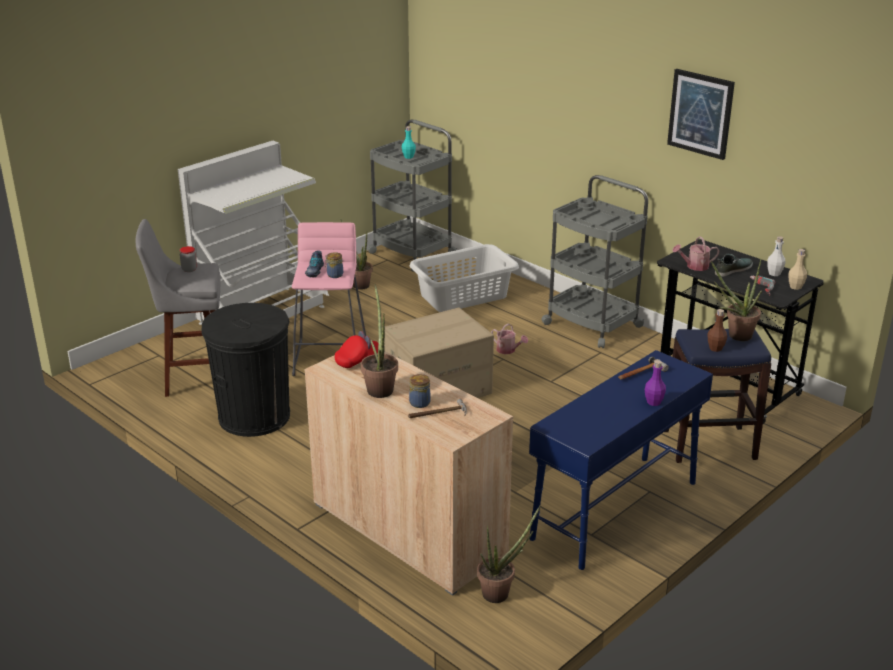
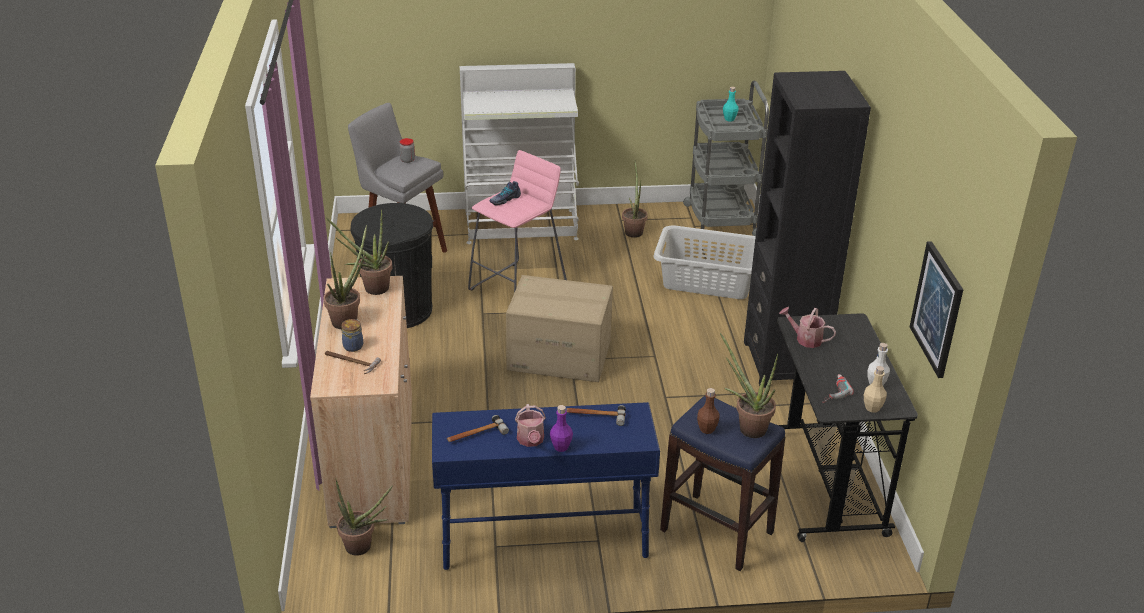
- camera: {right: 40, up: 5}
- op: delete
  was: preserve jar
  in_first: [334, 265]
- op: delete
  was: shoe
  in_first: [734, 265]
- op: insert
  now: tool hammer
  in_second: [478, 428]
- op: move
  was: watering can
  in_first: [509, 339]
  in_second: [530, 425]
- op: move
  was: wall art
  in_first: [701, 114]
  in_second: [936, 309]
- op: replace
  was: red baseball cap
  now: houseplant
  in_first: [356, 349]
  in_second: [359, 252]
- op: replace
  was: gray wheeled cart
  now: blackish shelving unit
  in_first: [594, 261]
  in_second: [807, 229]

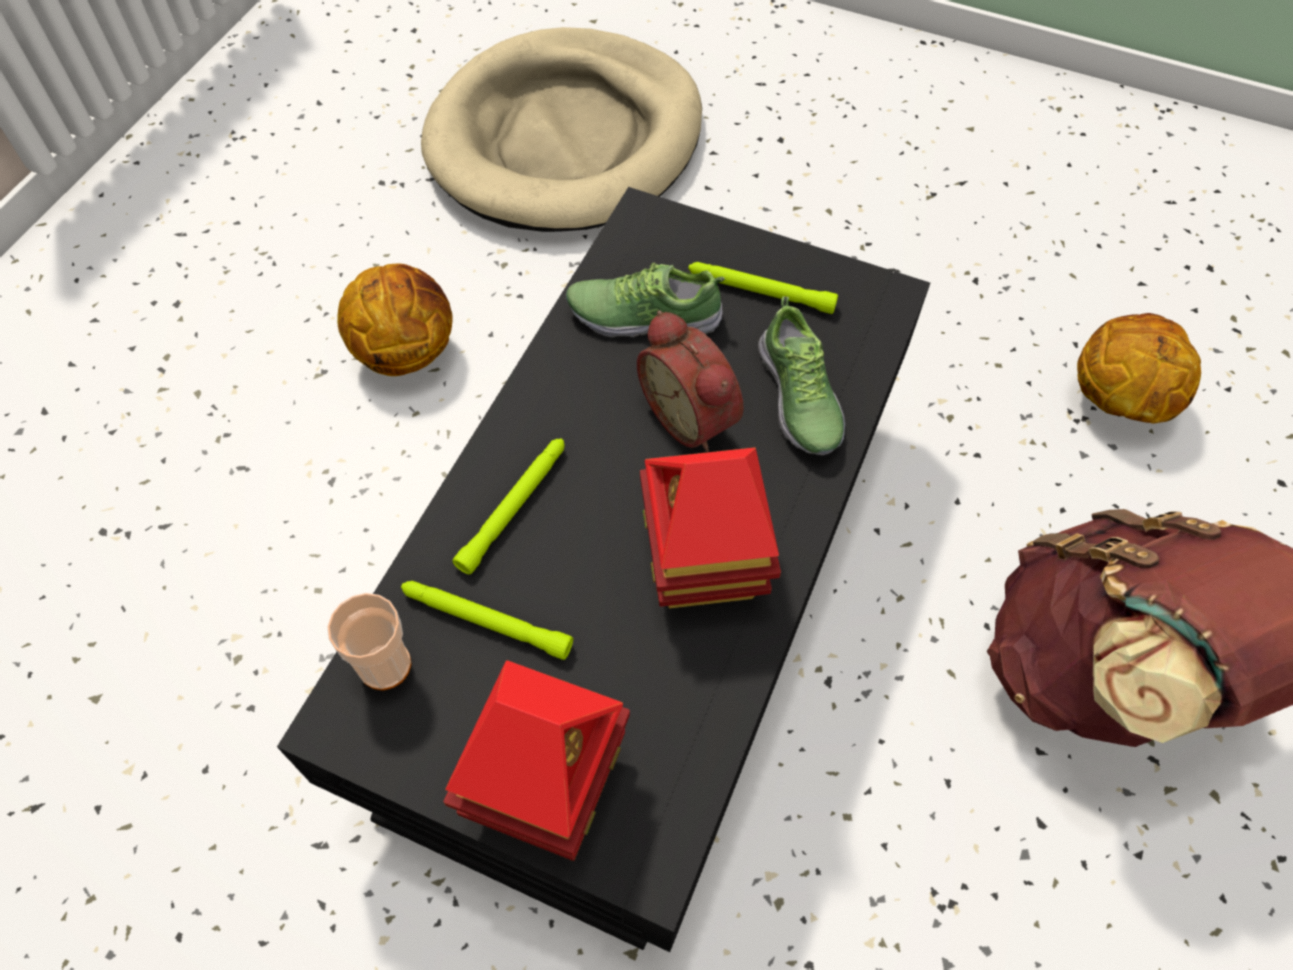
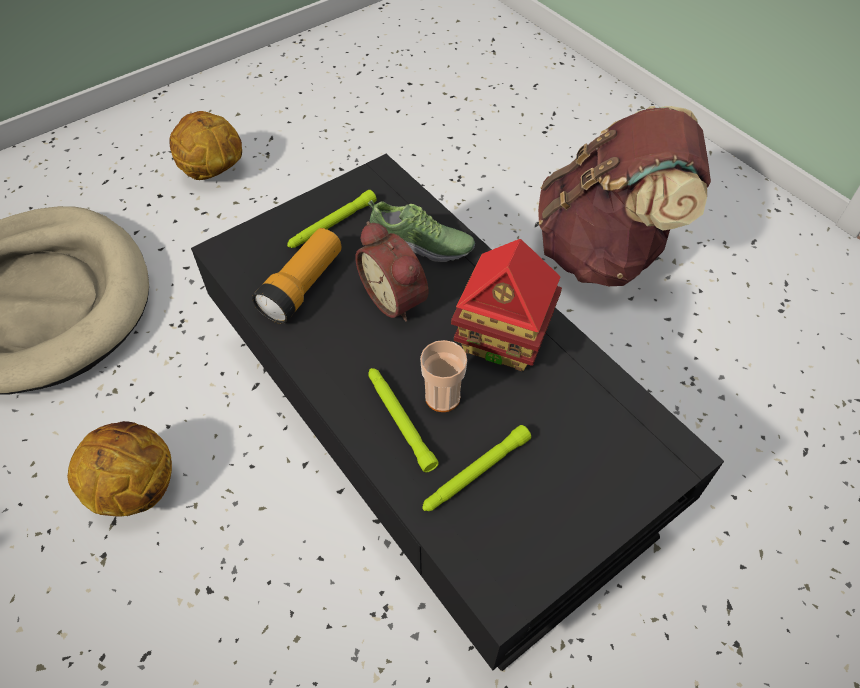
- camera: {right: -60, up: -5}
- op: delete
  was: miniature house
  in_first: [536, 760]
- op: move
  was: cup
  in_first: [369, 641]
  in_second: [443, 376]
- op: move
  was: ball for basketball
  in_first: [1139, 368]
  in_second: [205, 145]
- op: replace
  was: shoe
  now: flashlight
  in_first: [645, 300]
  in_second: [297, 276]
- op: rotate
  was: bedside clock
  in_first: [690, 381]
  in_second: [391, 271]
  clockwise: 60

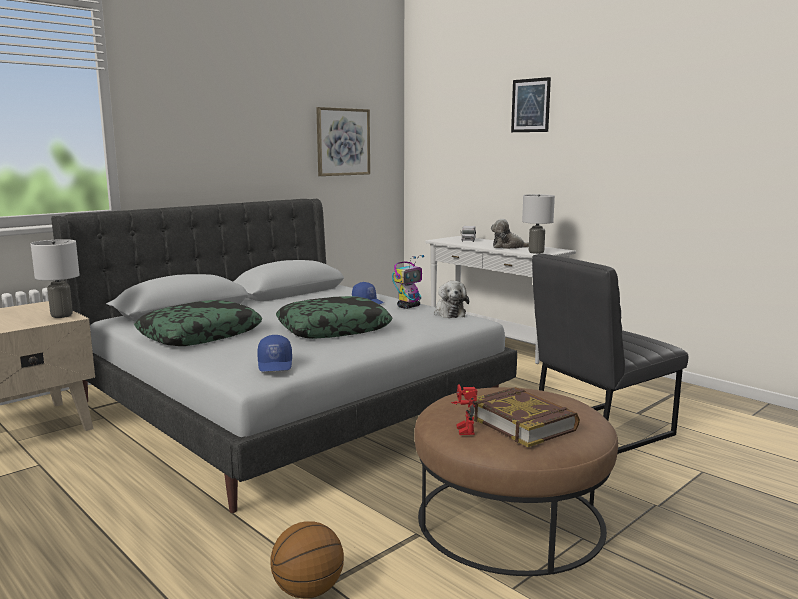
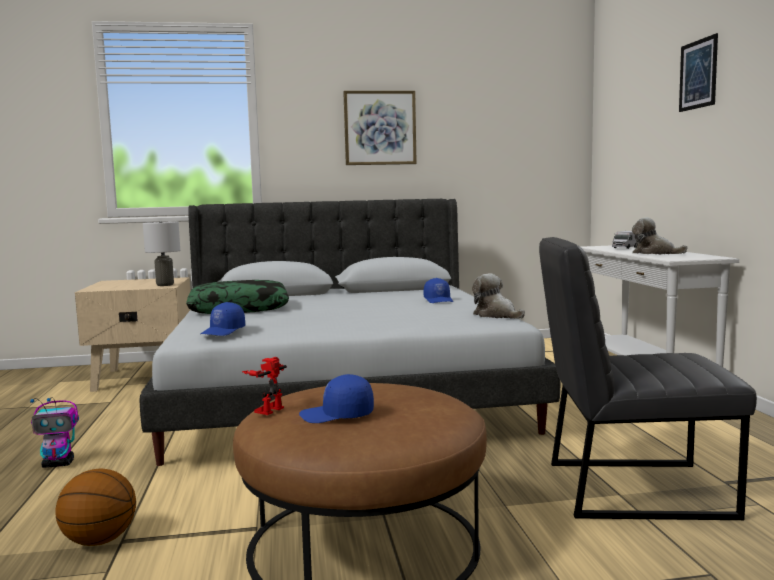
- camera: {right: 35, up: -5}
- op: delete
  was: cushion
  in_first: [334, 317]
- op: delete
  was: white tabletop lamp
  in_first: [538, 224]
- op: move
  was: wall art
  in_first: [343, 141]
  in_second: [380, 128]
- op: move
  was: robot figure
  in_first: [408, 282]
  in_second: [54, 432]
- op: replace
  was: book
  now: blue-coloured baseball cap
  in_first: [526, 417]
  in_second: [336, 398]
- op: rotate
  was: plush toy
  in_first: [451, 299]
  in_second: [498, 296]
  clockwise: 120

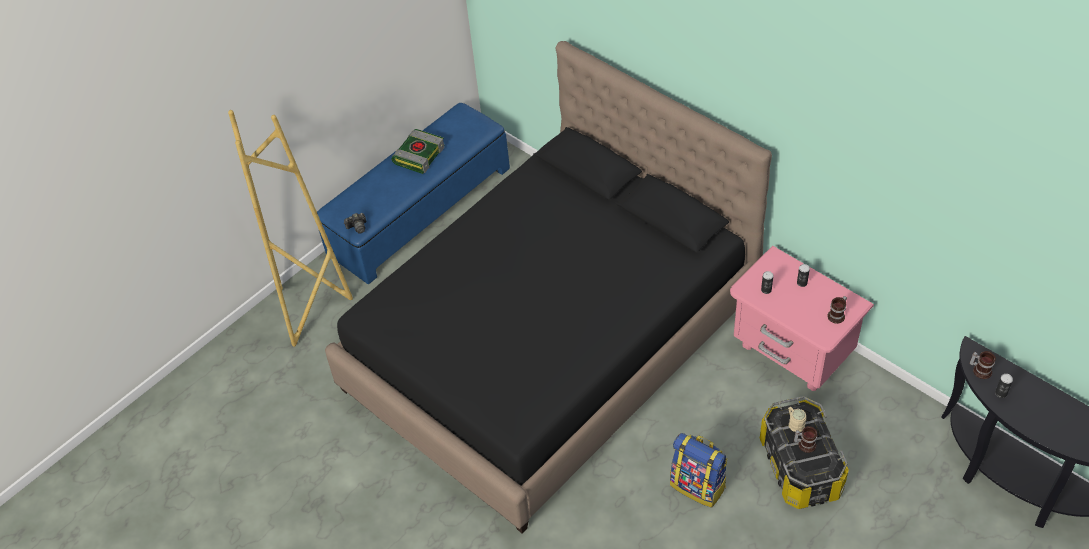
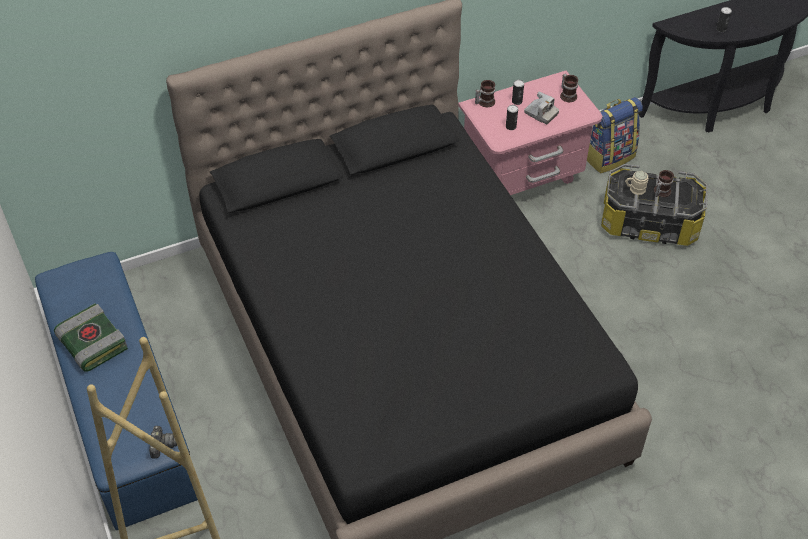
- camera: {right: -70, up: 0}
- op: insert
  now: photo camera
  in_second: [541, 108]
- op: move
  was: backpack
  in_first: [699, 470]
  in_second: [615, 135]
- op: move
  was: coffee mug
  in_first: [982, 365]
  in_second: [485, 93]

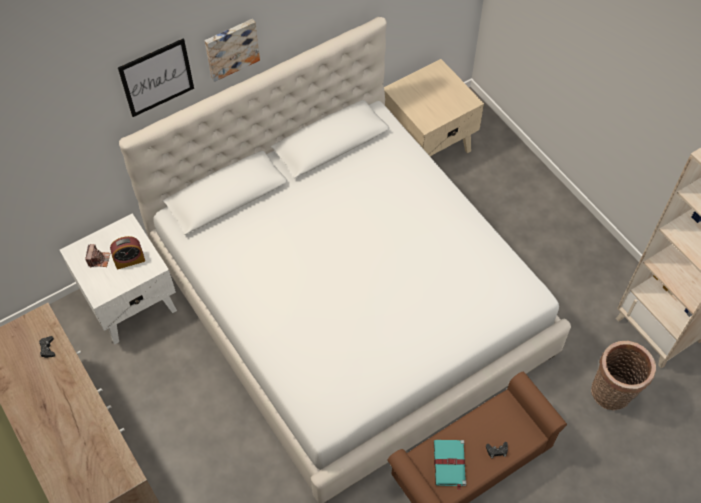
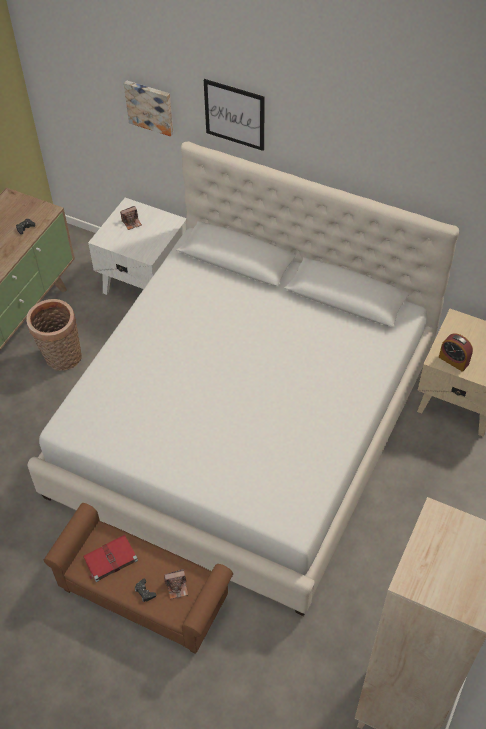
- camera: {right: 60, up: -5}
- op: insert
  now: photo camera
  in_second: [176, 584]
- op: move
  was: bedside clock
  in_first: [127, 252]
  in_second: [456, 353]
- op: move
  was: wall art
  in_first: [232, 50]
  in_second: [148, 108]
- op: move
  was: basket
  in_first: [623, 375]
  in_second: [54, 334]
- op: recolor
  was: turquoise-coloured book
  now: red book
  in_first: [450, 465]
  in_second: [110, 558]

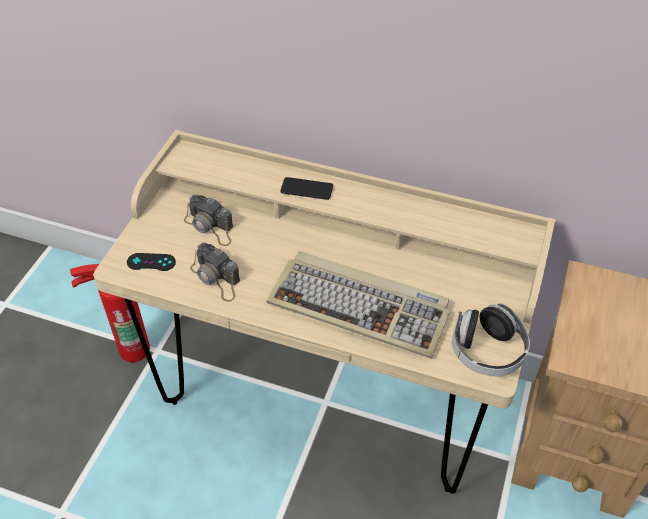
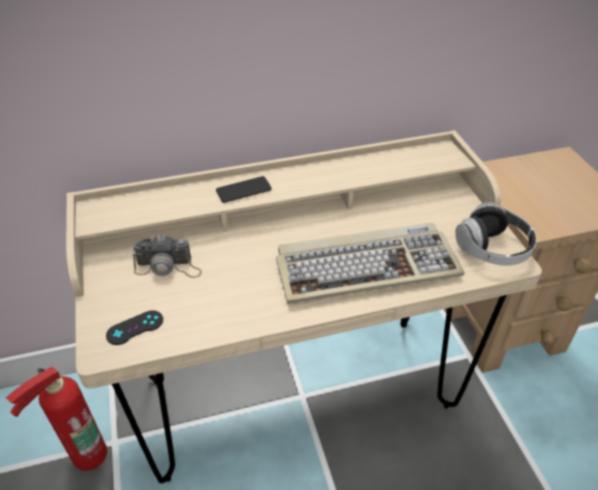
- camera: {right: -35, up: -5}
- op: delete
  was: photo camera
  in_first: [215, 272]

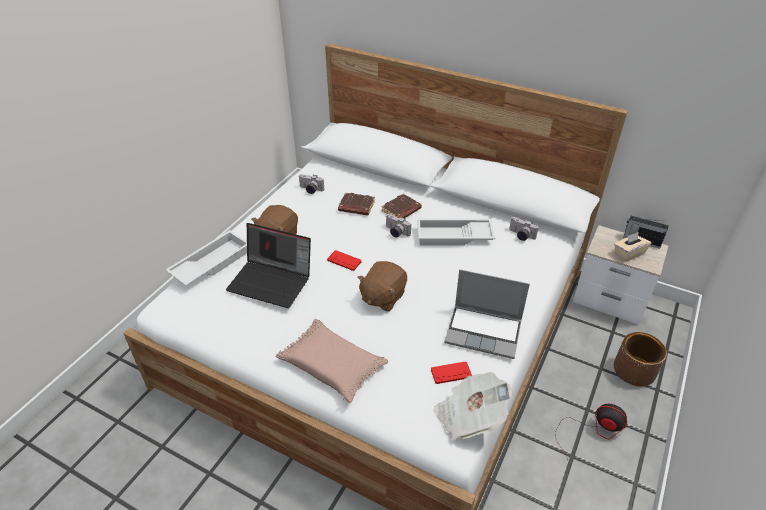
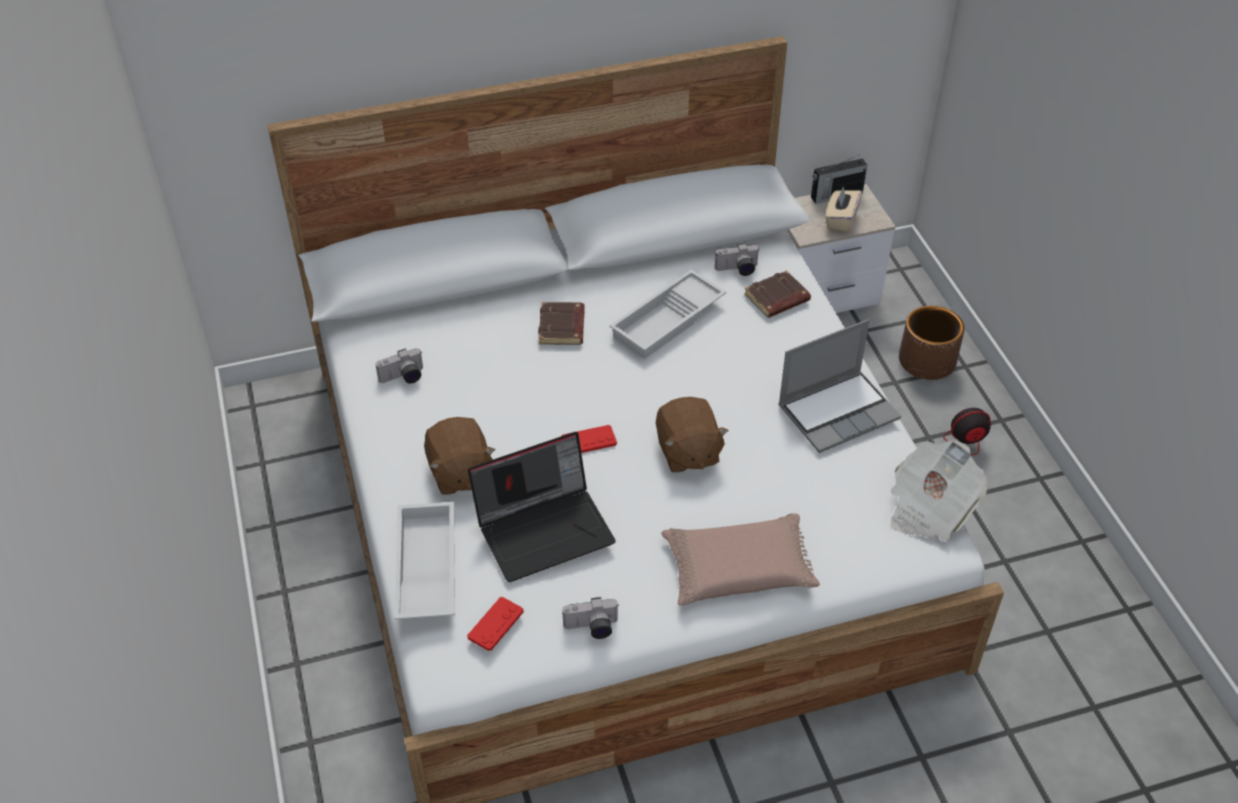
- camera: {right: -45, up: 5}
- op: move
  was: brown book
  in_first: [356, 204]
  in_second: [777, 294]
- op: move
  was: photo camera
  in_first: [398, 226]
  in_second: [590, 618]
- op: move
  was: red game controller
  in_first: [451, 372]
  in_second: [495, 624]

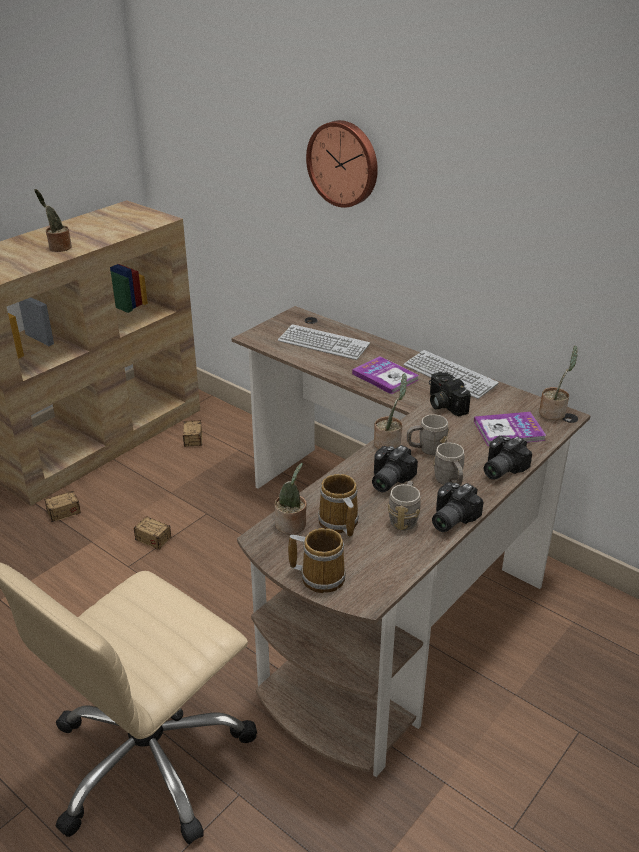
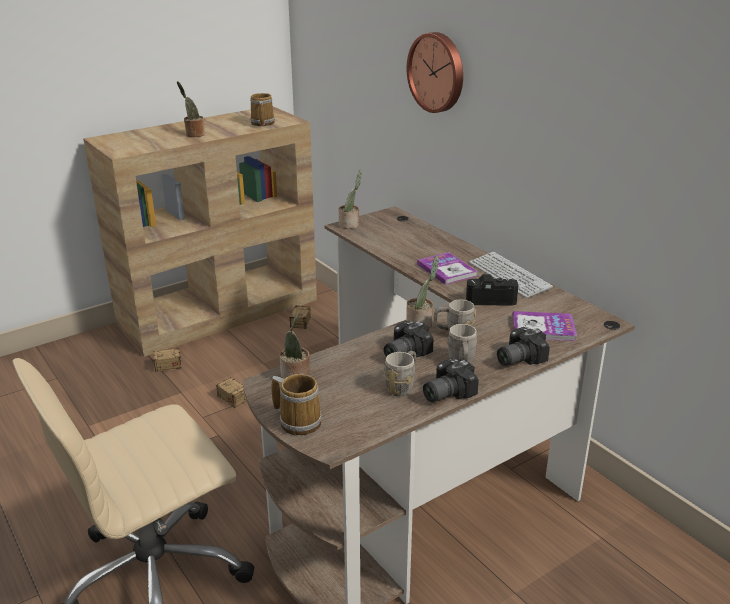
- camera: {right: 15, up: -5}
- op: delete
  was: computer keyboard
  in_first: [324, 342]
- op: move
  was: coffee mug
  in_first: [338, 505]
  in_second: [262, 109]
- op: move
  was: houseplant
  in_first: [558, 383]
  in_second: [350, 199]
- op: rotate
  was: photo camera
  in_first: [450, 394]
  in_second: [492, 290]
  clockwise: 105

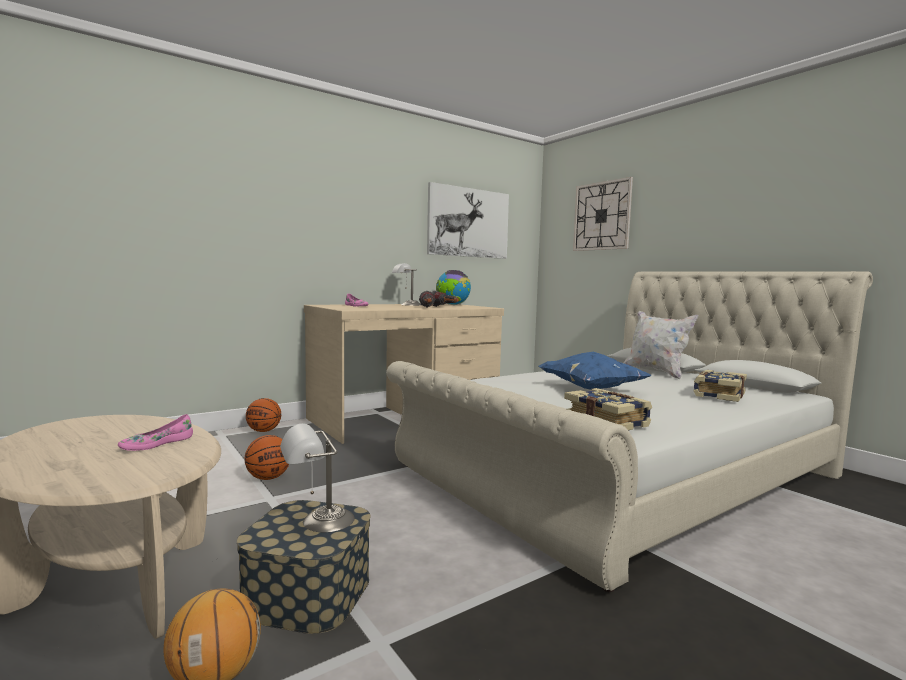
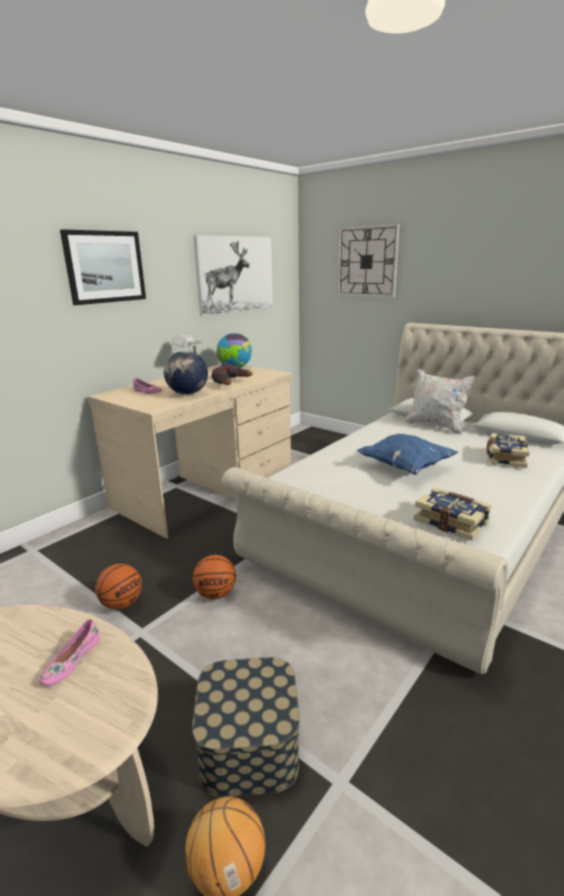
- camera: {right: -15, up: 15}
- op: delete
  was: white tabletop lamp
  in_first: [317, 478]
- op: insert
  now: wall art
  in_second: [103, 267]
- op: insert
  now: globe
  in_second: [186, 373]
- op: move
  was: ball for basketball
  in_first: [263, 415]
  in_second: [214, 577]

